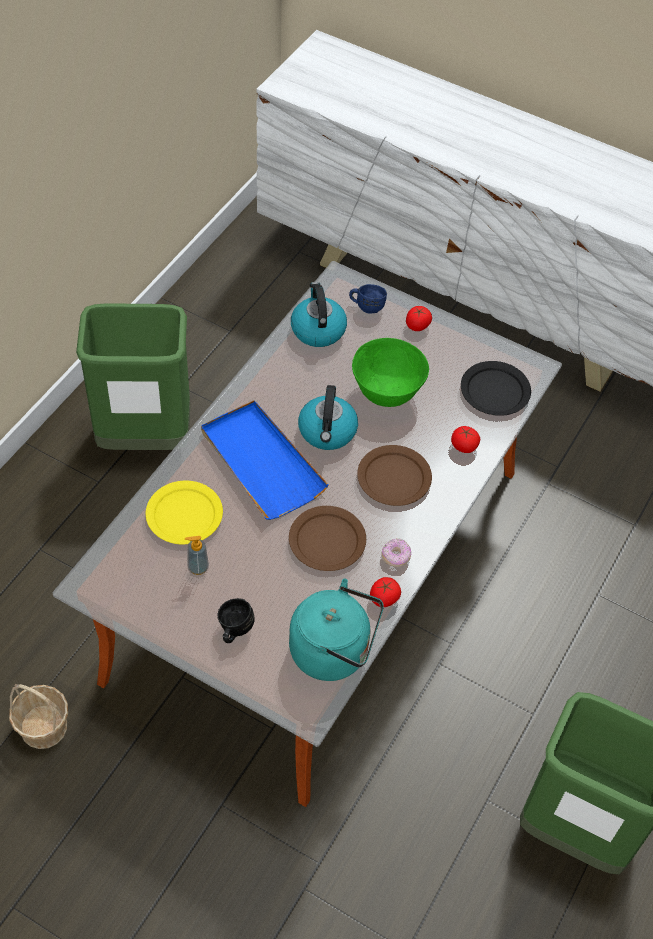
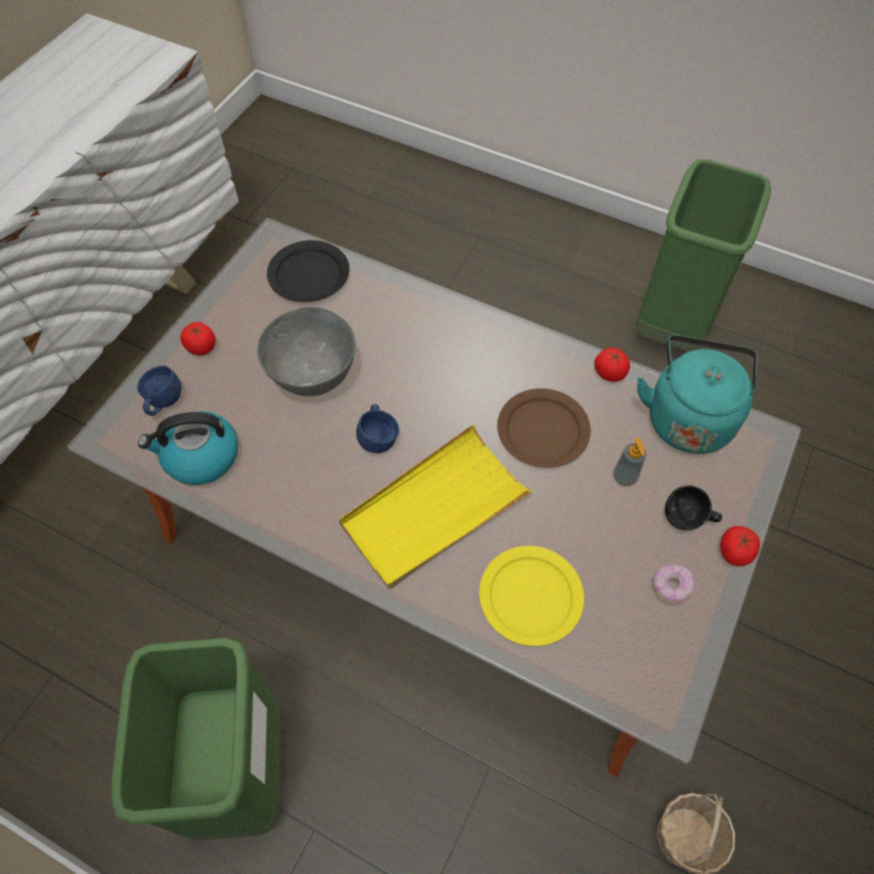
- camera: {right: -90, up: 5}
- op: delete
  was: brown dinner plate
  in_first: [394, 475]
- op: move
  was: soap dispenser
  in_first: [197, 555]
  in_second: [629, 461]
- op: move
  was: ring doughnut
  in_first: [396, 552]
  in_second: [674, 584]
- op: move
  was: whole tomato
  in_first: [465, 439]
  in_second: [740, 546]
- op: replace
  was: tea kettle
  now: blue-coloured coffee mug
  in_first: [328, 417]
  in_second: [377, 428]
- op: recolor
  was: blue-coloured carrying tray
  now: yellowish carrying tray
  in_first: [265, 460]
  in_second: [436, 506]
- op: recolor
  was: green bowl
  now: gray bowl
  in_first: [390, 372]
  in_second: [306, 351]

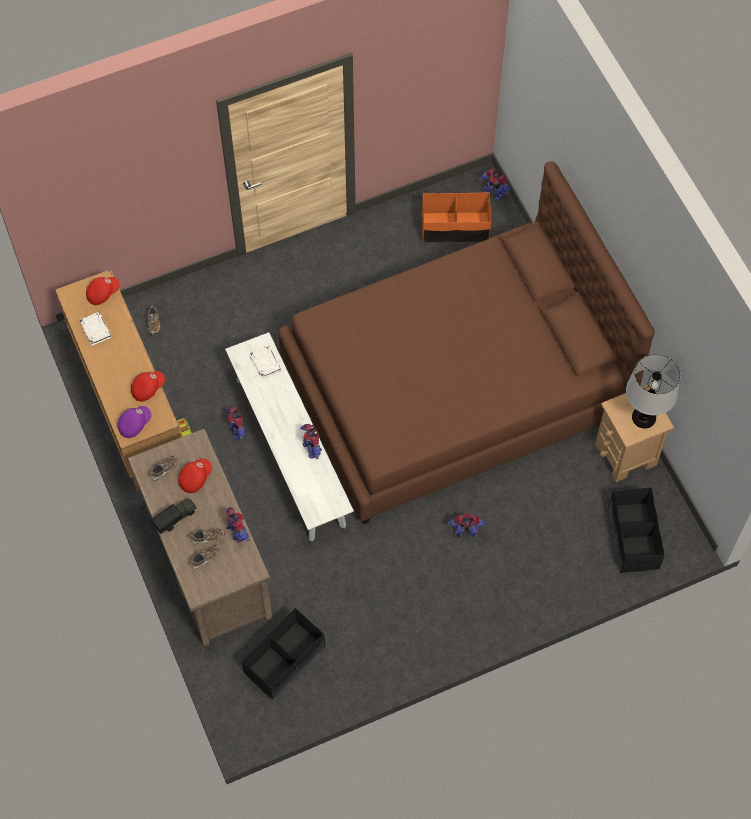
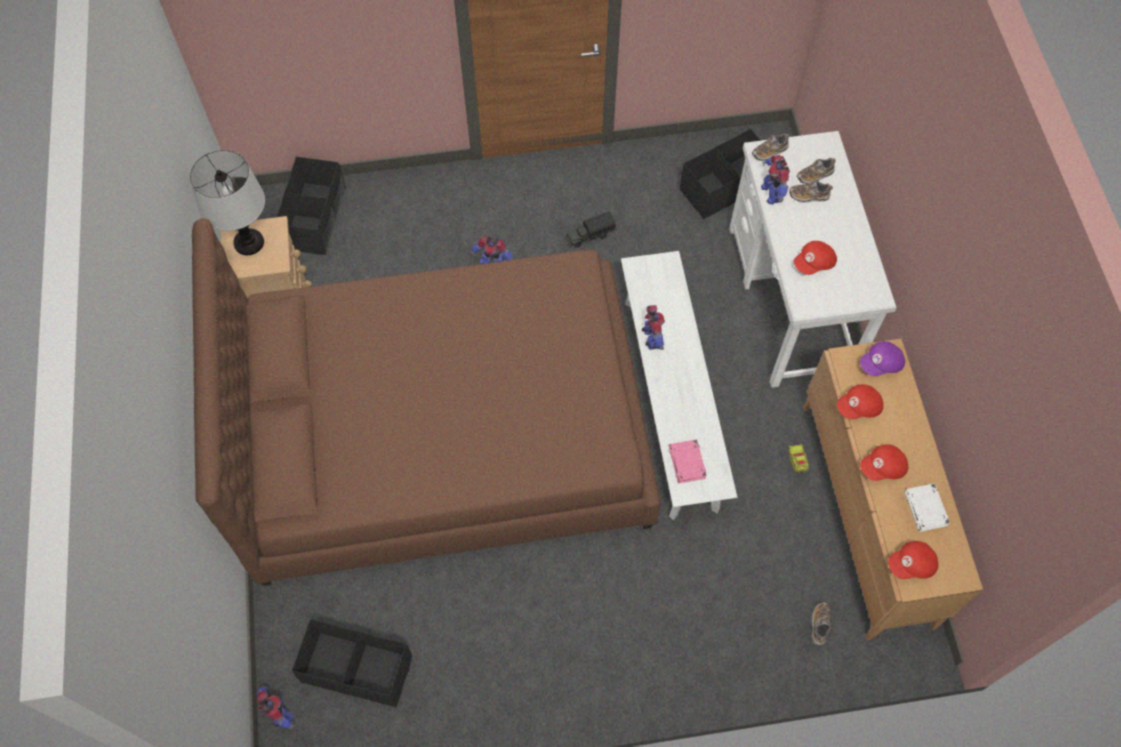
- camera: {right: -165, up: 0}
- op: delete
  was: robot figure
  in_first: [236, 423]
- op: insert
  now: red baseball cap
  in_second: [884, 462]
- op: move
  was: shoe
  in_first: [164, 468]
  in_second: [771, 147]
- op: move
  was: model truck
  in_first: [174, 516]
  in_second: [591, 230]
- op: recolor
  was: brown desk
  now: white desk
  in_first: [200, 538]
  in_second: [813, 259]
- op: recolor
  was: white book
  now: pink book
  in_first: [265, 362]
  in_second: [688, 461]
- op: recolor
  was: orange storage container
  now: blackish storage container
  in_first: [456, 218]
  in_second: [352, 663]

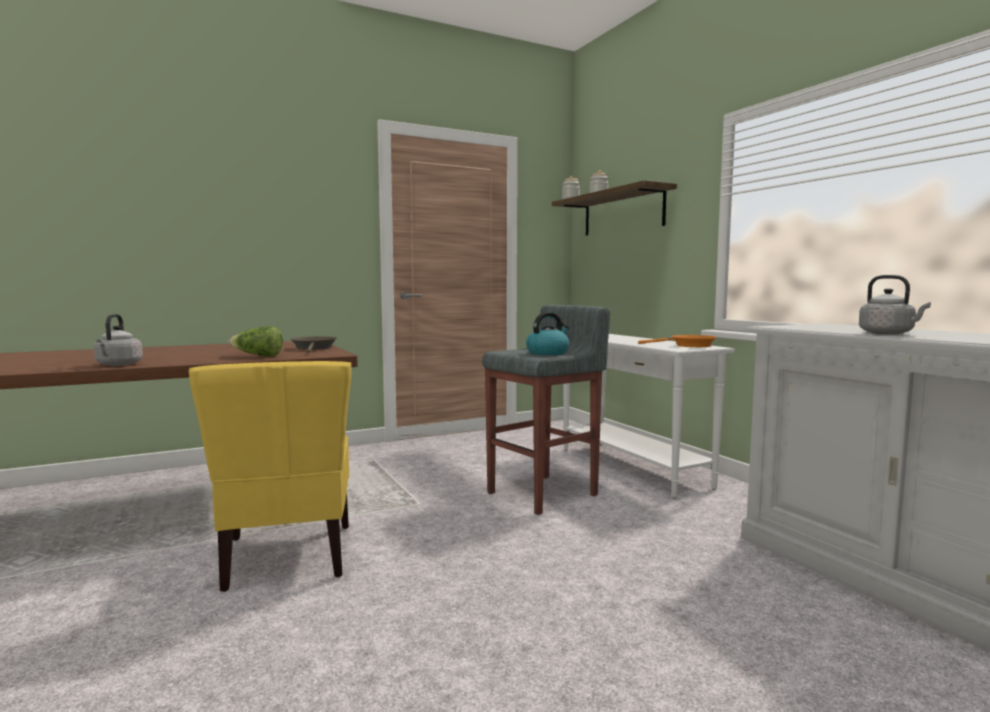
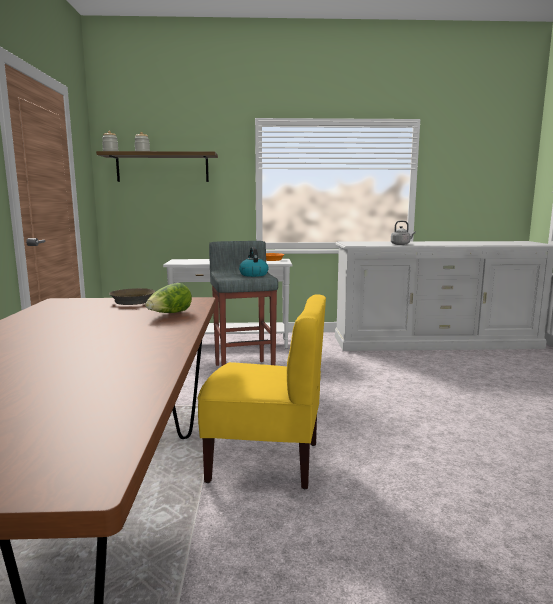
- camera: {right: -65, up: 5}
- op: delete
  was: gray tea kettle
  in_first: [118, 340]

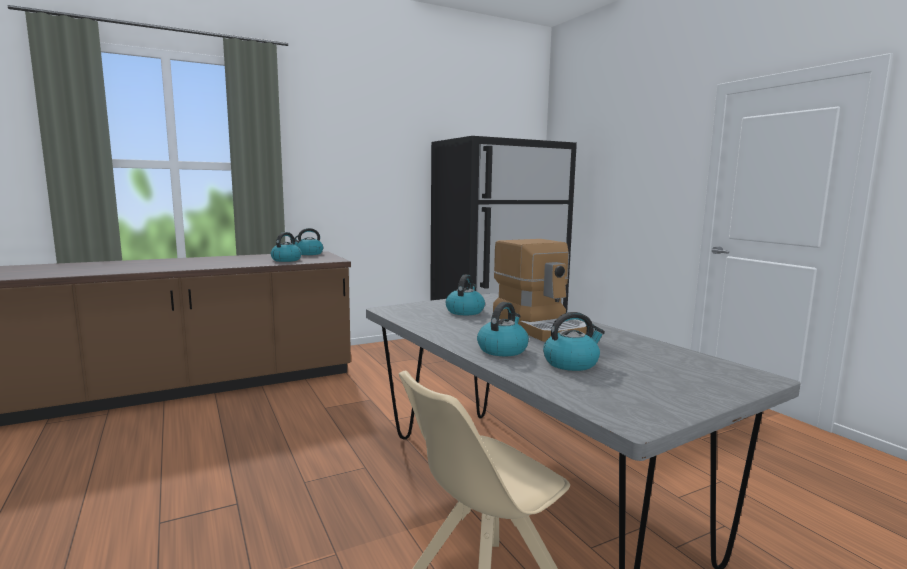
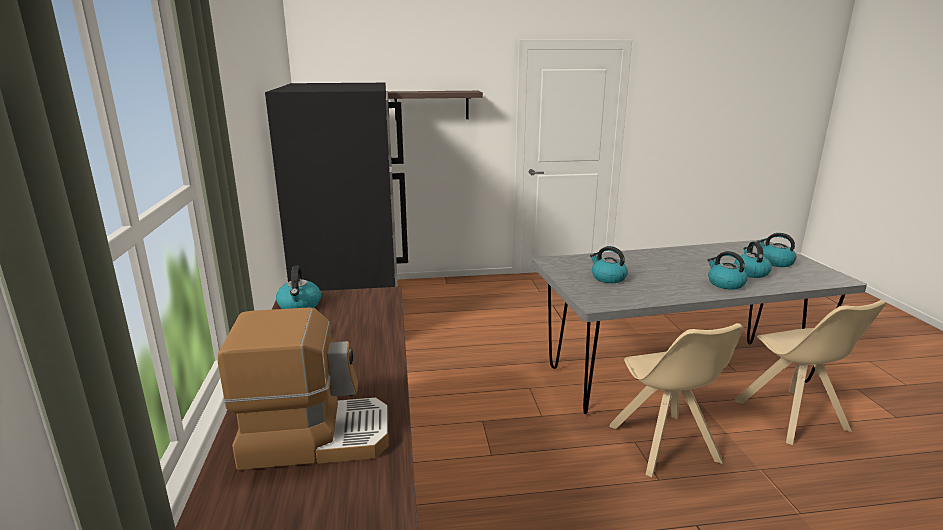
- camera: {right: -70, up: 10}
- op: insert
  now: wall shelf
  in_second: [435, 105]
- op: insert
  now: beige-coloured upright chair
  in_second: [676, 400]
- op: move
  was: tea kettle
  in_first: [286, 247]
  in_second: [776, 250]
- op: move
  was: coffee machine
  in_first: [540, 290]
  in_second: [303, 388]

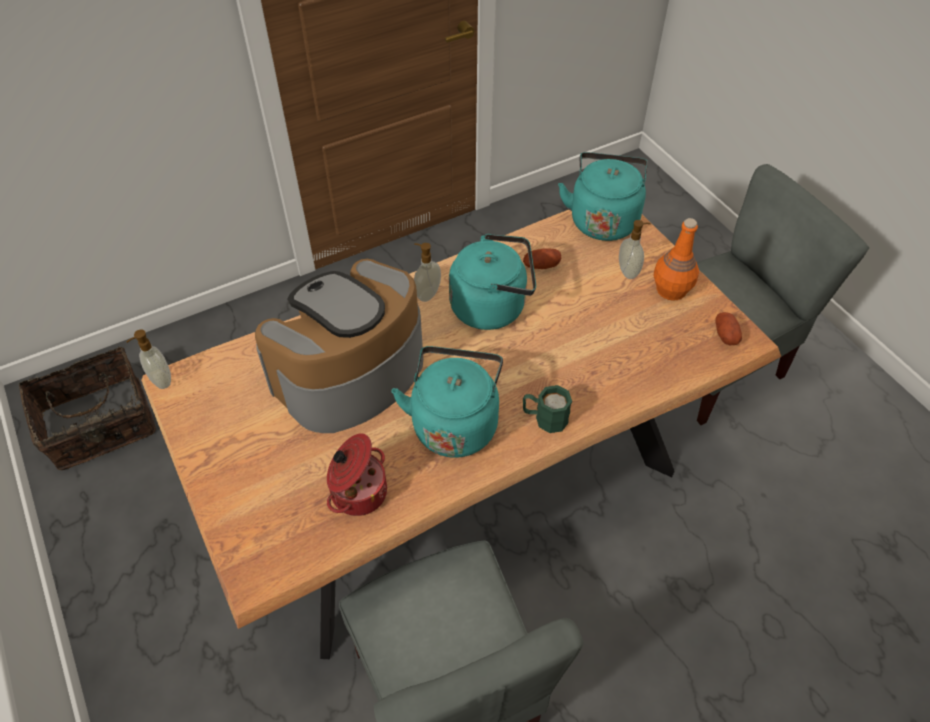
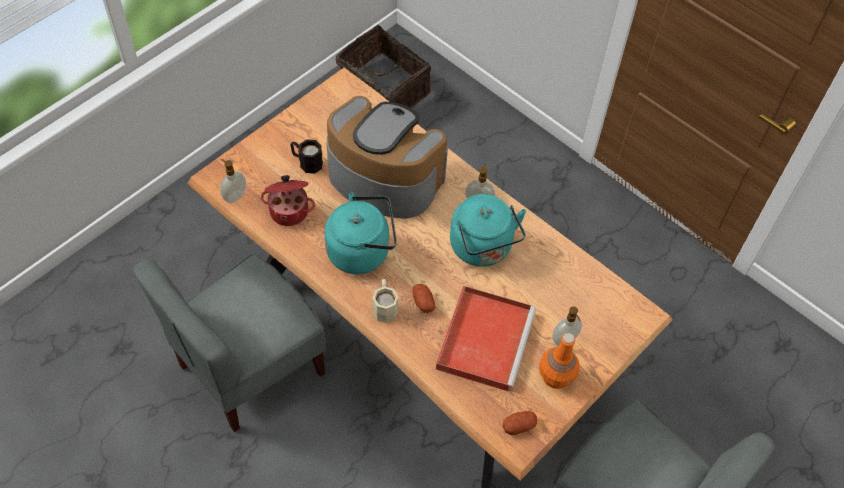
- camera: {right: 70, up: 5}
- op: delete
  was: turquoise-coloured tea kettle
  in_first: [603, 196]
- op: insert
  now: blackish coffee mug
  in_second: [306, 156]
- op: insert
  now: red carrying tray
  in_second: [486, 338]
- op: move
  was: soap dispenser
  in_first: [148, 359]
  in_second: [233, 181]
- op: move
  was: whole potato
  in_first: [542, 258]
  in_second: [424, 298]
- op: recolor
  was: green coffee mug
  now: beige-coloured coffee mug
  in_first: [547, 409]
  in_second: [385, 301]

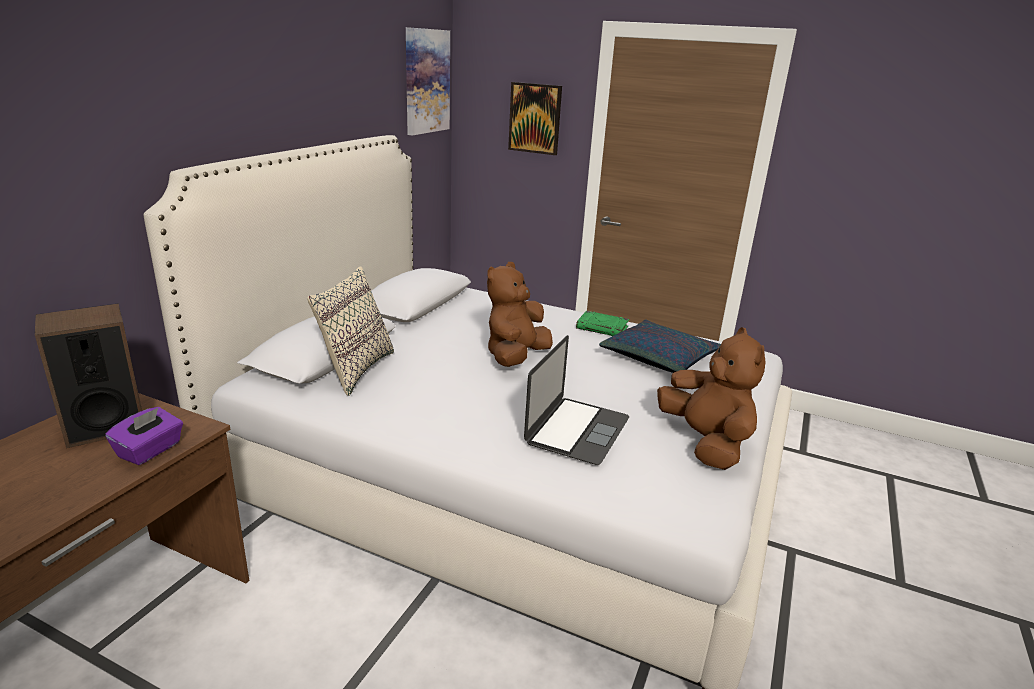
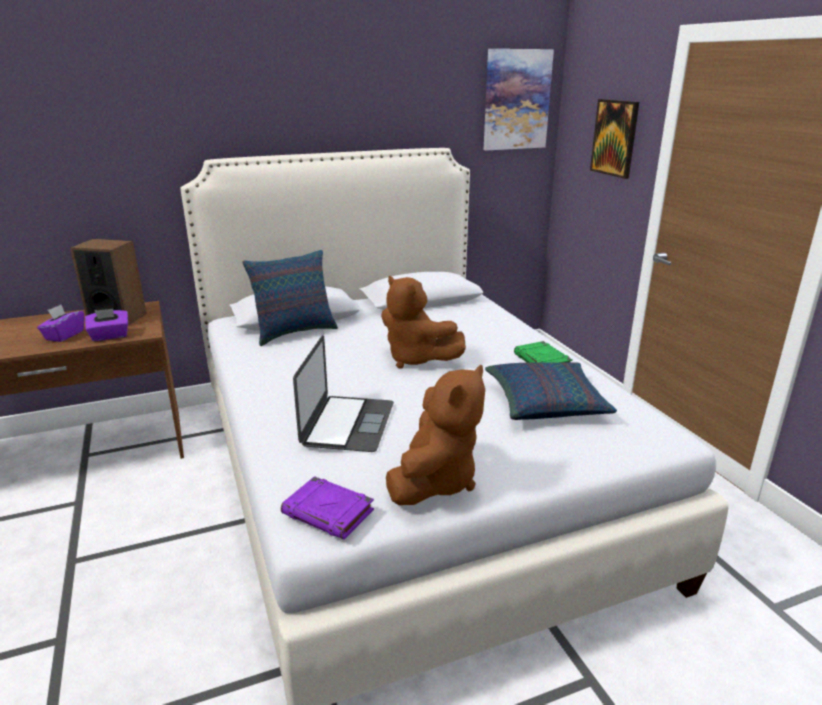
- camera: {right: 45, up: 0}
- op: insert
  now: purplish tissue holder
  in_second: [60, 323]
- op: insert
  now: purplish book
  in_second: [327, 507]
- op: recolor
  was: beige-coloured cushion
  now: blue-coloured cushion
  in_first: [350, 331]
  in_second: [290, 298]
- op: rotate
  was: brown plush toy
  in_first: [520, 314]
  in_second: [423, 322]
  clockwise: -120
- op: rotate
  was: notebook computer
  in_first: [576, 400]
  in_second: [343, 393]
  clockwise: -60

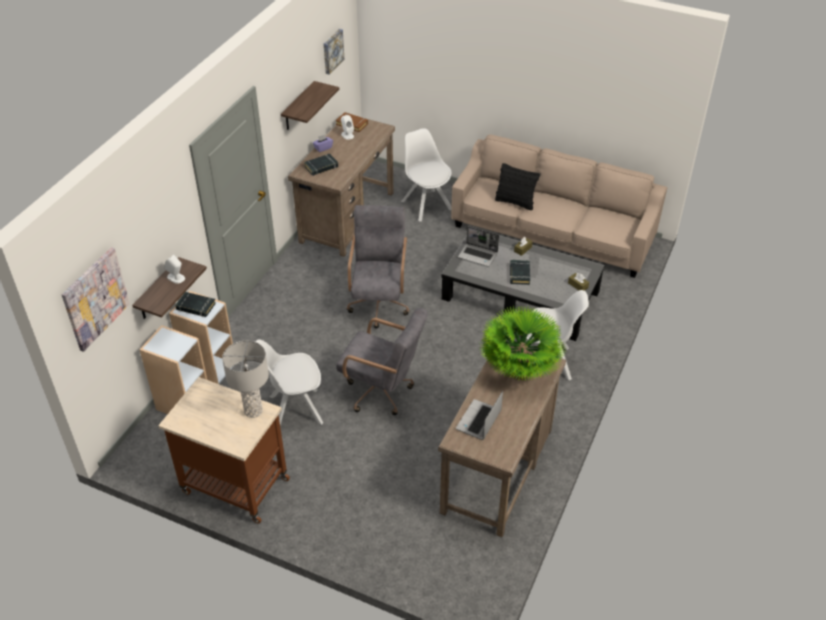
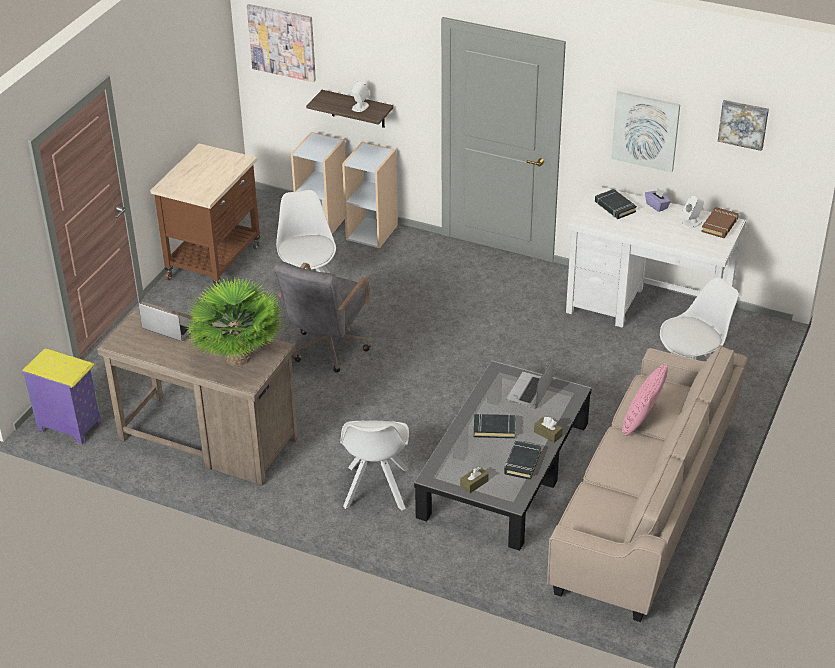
- camera: {right: 90, up: -5}
- op: delete
  was: white tabletop lamp
  in_first: [245, 379]
- op: delete
  was: gray desk chair
  in_first: [378, 267]
- op: insert
  now: night table
  in_second: [61, 396]
- op: move
  was: blackish book
  in_first: [195, 304]
  in_second: [522, 460]
- op: replace
  was: wall shelf
  now: wall art
  in_first: [310, 105]
  in_second: [645, 131]
- op: recolor
  was: brown desk
  now: white desk
  in_first: [341, 188]
  in_second: [656, 256]
- op: recolor
  was: blackish cushion
  now: pink cushion
  in_first: [518, 186]
  in_second: [645, 400]

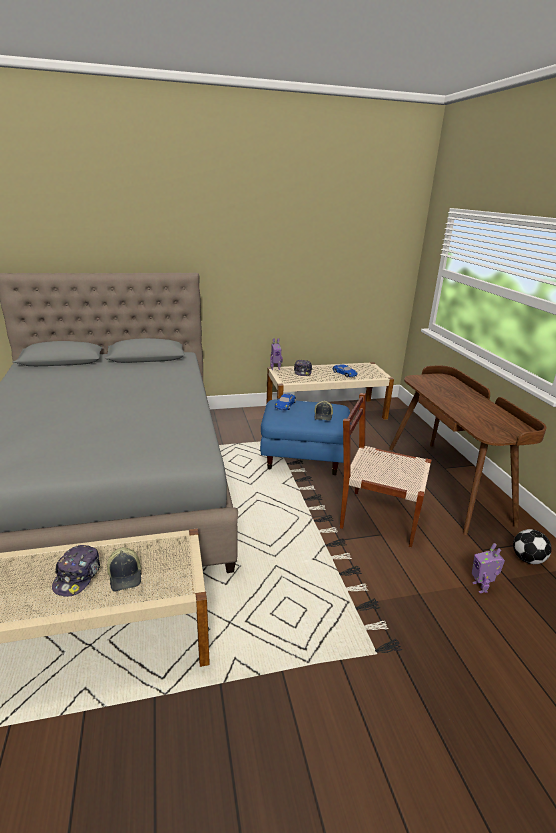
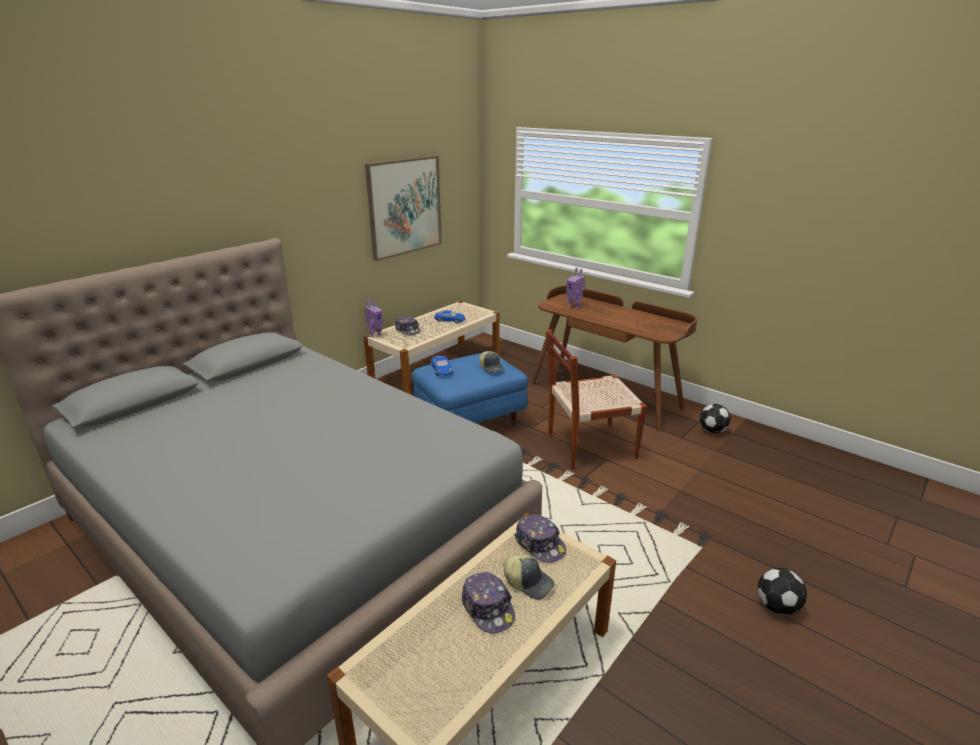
- camera: {right: -35, up: 0}
- op: insert
  now: wall art
  in_second: [403, 208]
- op: insert
  now: baseball cap
  in_second: [540, 538]
- op: insert
  now: football
  in_second: [782, 591]
- op: move
  was: robot figure
  in_first: [488, 568]
  in_second: [575, 288]

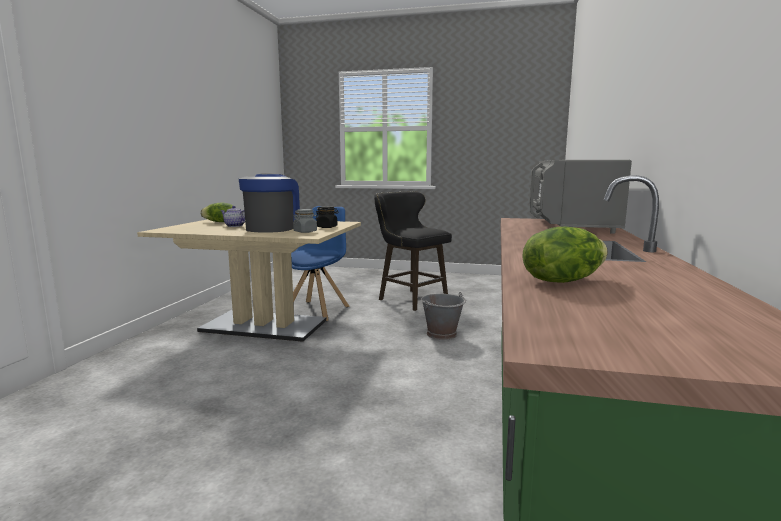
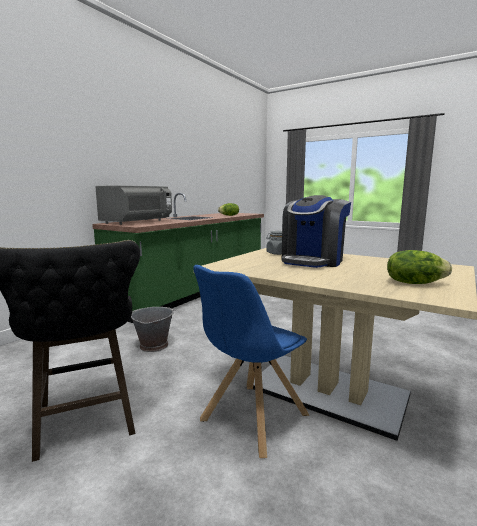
- camera: {right: -160, up: 0}
- op: delete
  was: pot for tea
  in_first: [233, 216]
- op: delete
  was: blackish preserve jar
  in_first: [327, 217]

